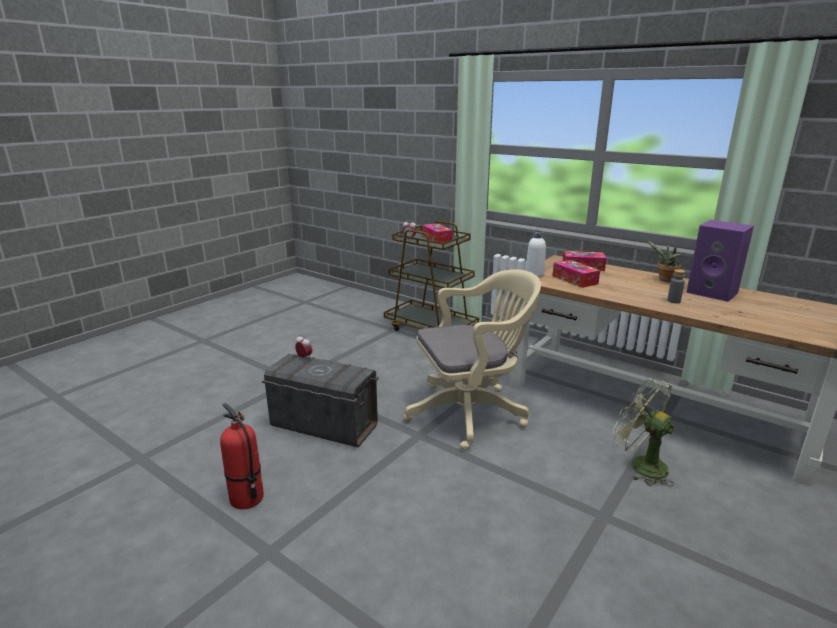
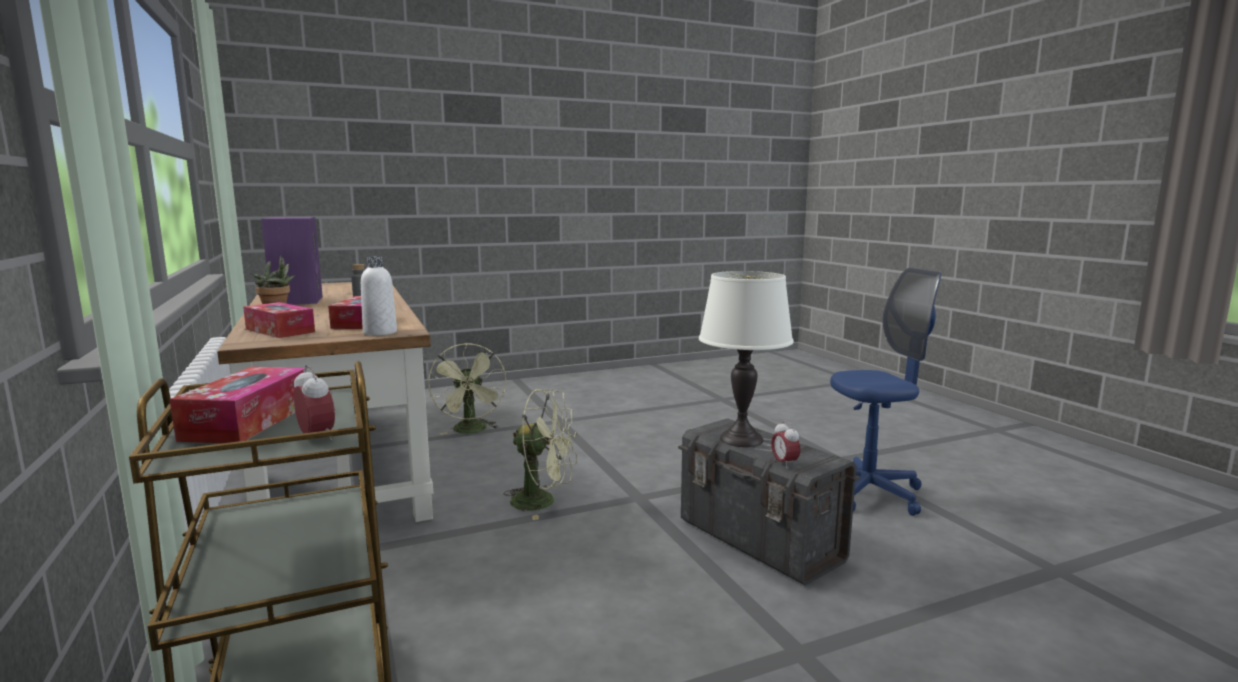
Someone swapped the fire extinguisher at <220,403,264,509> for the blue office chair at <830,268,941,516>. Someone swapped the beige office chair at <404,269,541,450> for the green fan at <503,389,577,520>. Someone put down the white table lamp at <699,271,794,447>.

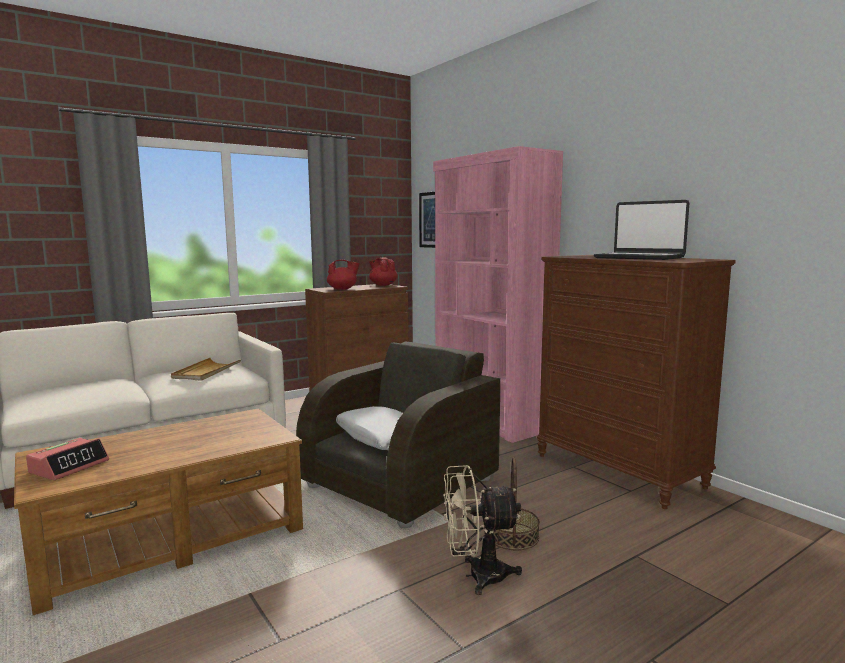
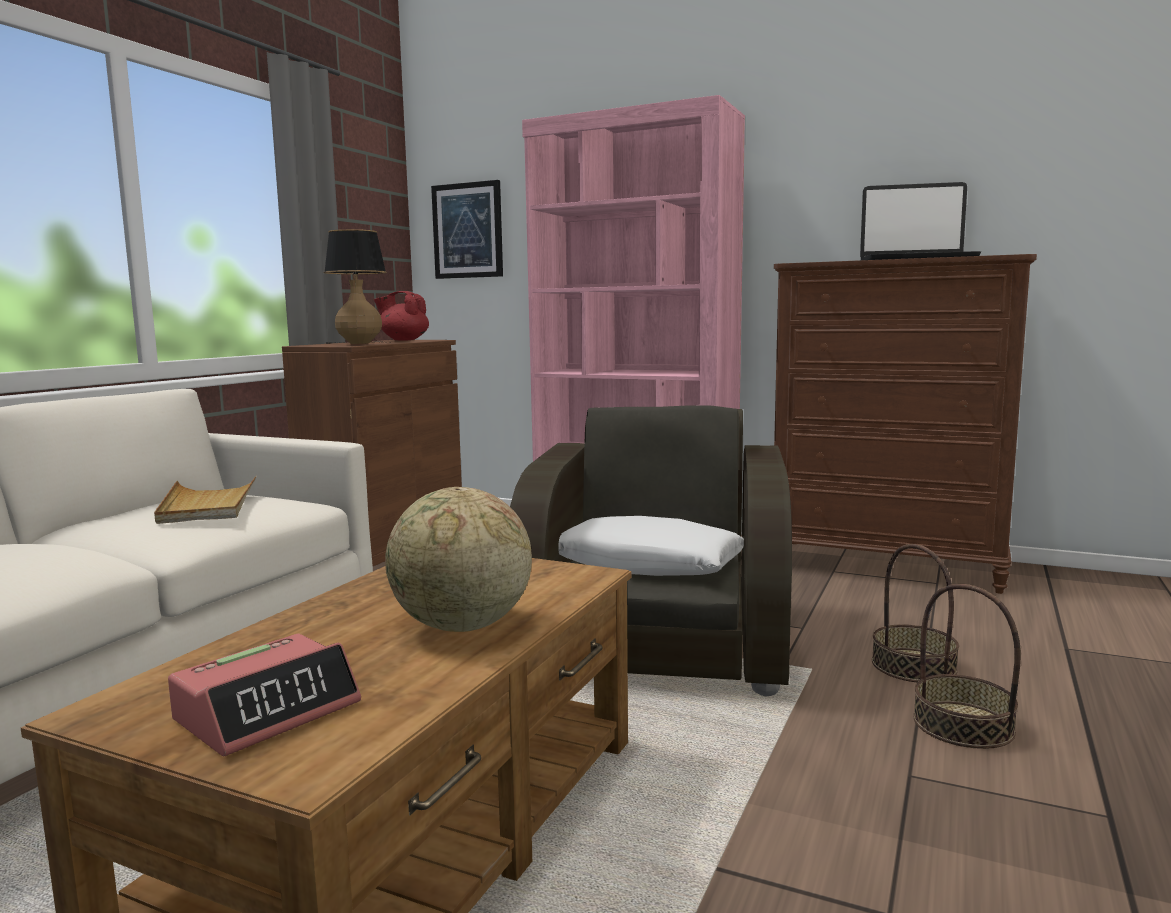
Someone rotated the alarm clock at <26,438,109,480> by 45 degrees clockwise. Someone swapped the red teapot at <327,260,360,290> for the table lamp at <324,229,391,344>. Someone swapped the beige fan at <443,465,522,595> for the basket at <913,584,1021,749>. Someone put down the globe at <385,487,532,632>.

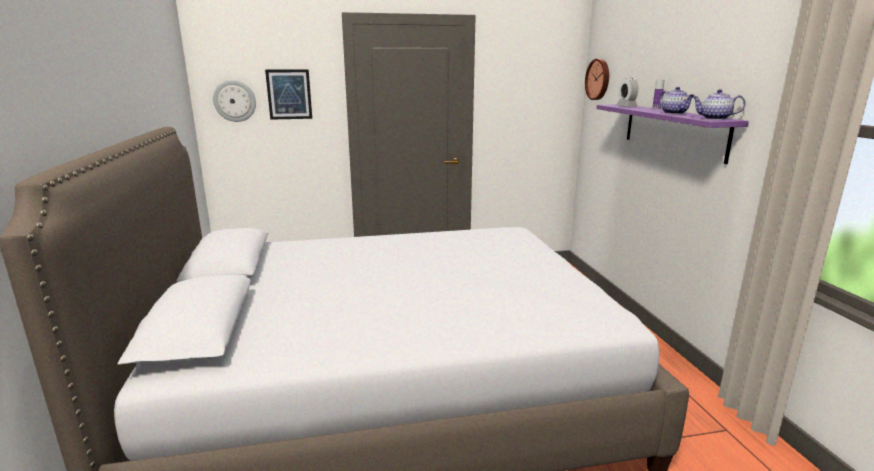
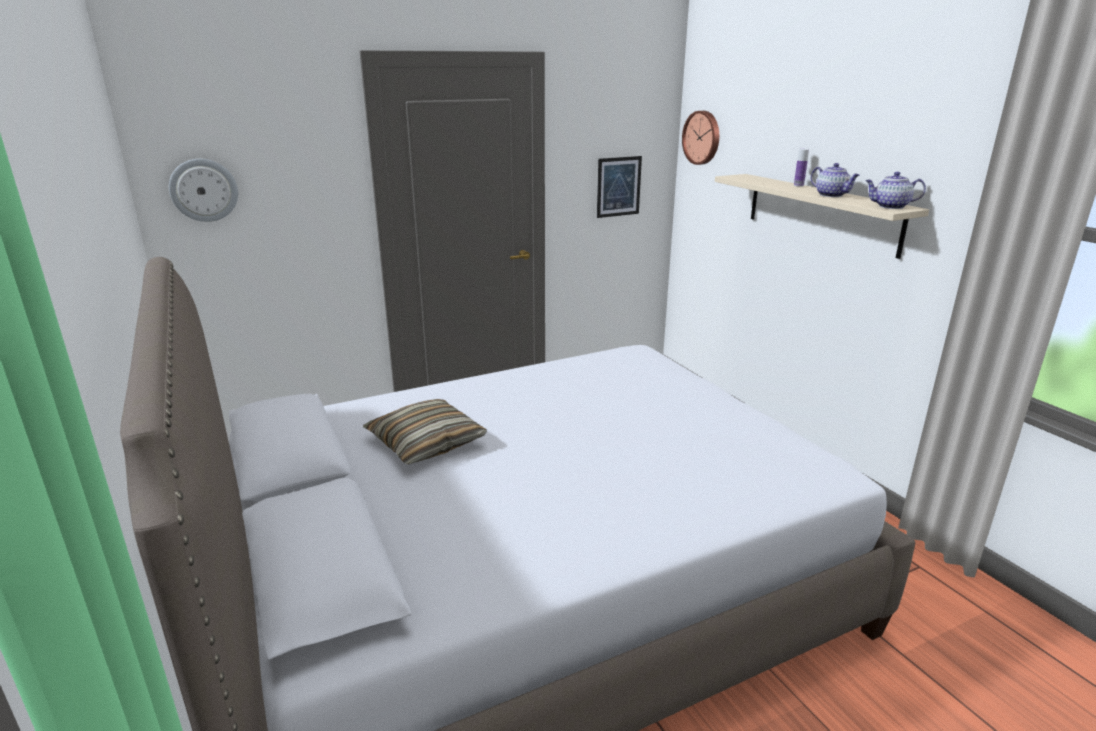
Someone carried the picture from <265,69,312,120> to <597,156,642,218>. Someone repainted the purple shelf at <596,104,749,164>, which became the beige shelf at <715,174,929,259>. Someone took away the alarm clock at <616,77,638,107>. Someone put down the pillow at <363,399,487,464>.

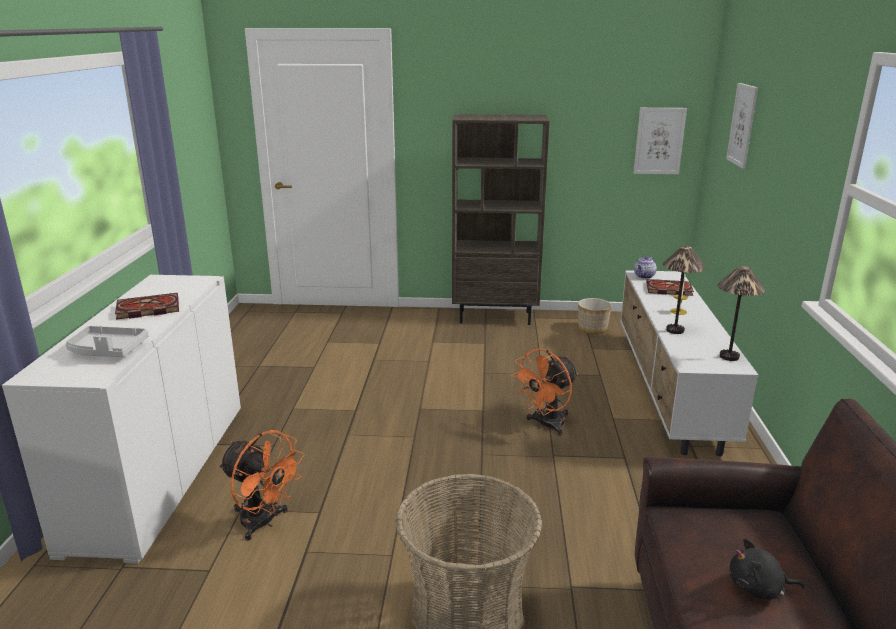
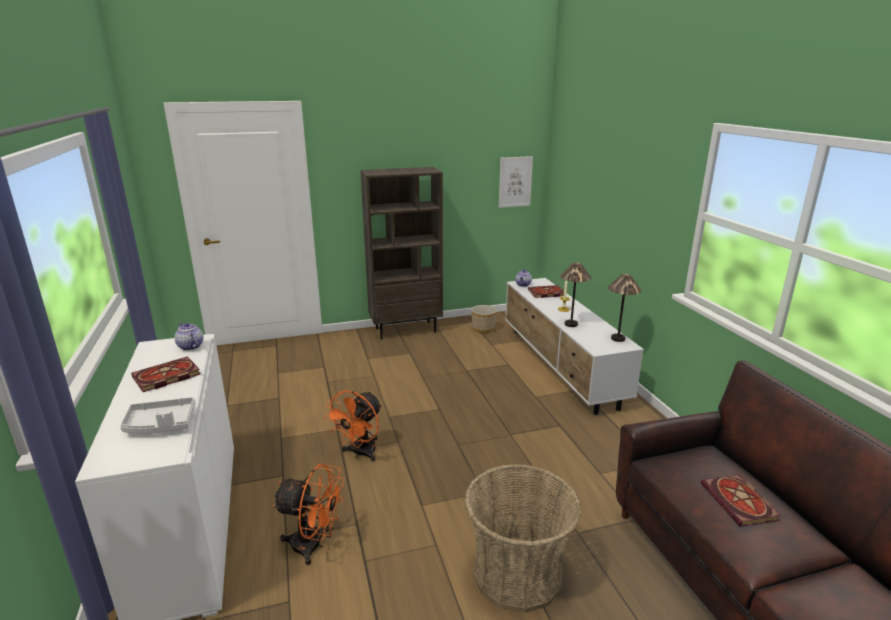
Someone carried the orange fan from <511,349,578,436> to <324,390,382,461>. Someone took away the picture at <726,83,758,169>. Someone swapped the black plush toy at <729,538,804,600> for the book at <701,475,781,527>. Someone put down the teapot at <175,323,203,351>.

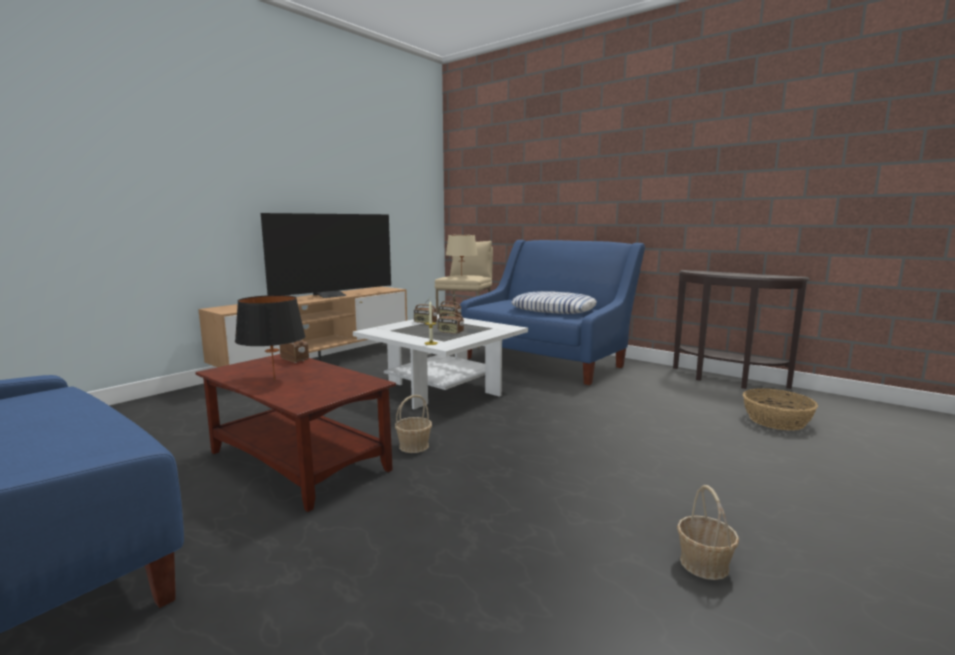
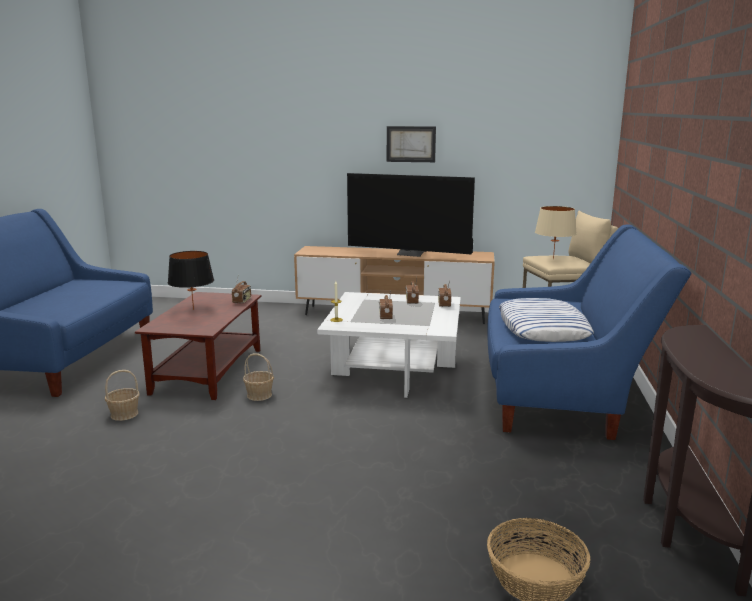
Someone carried the basket from <677,485,739,580> to <105,370,139,421>. Someone put up the picture at <387,126,436,162>.

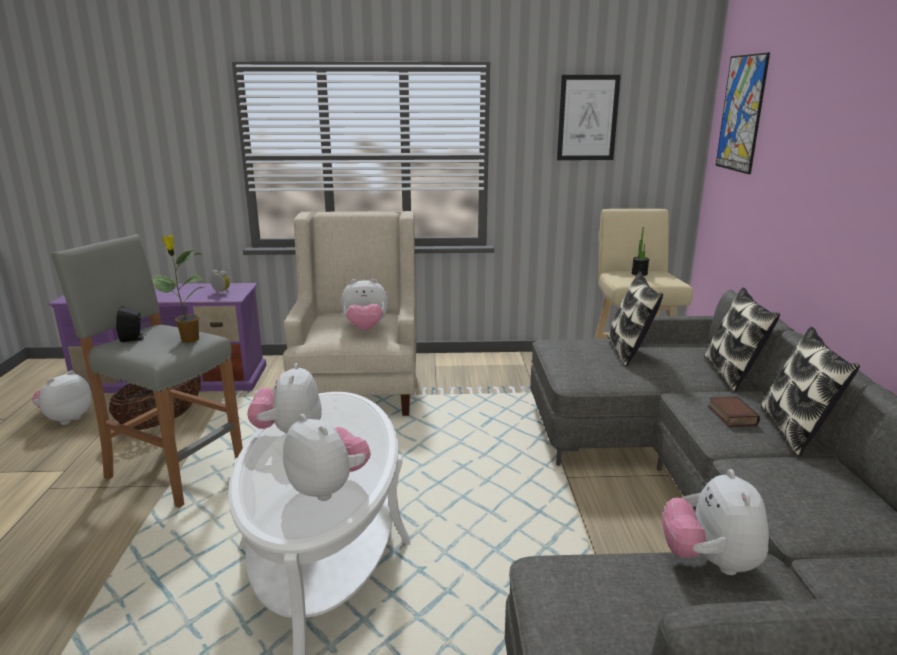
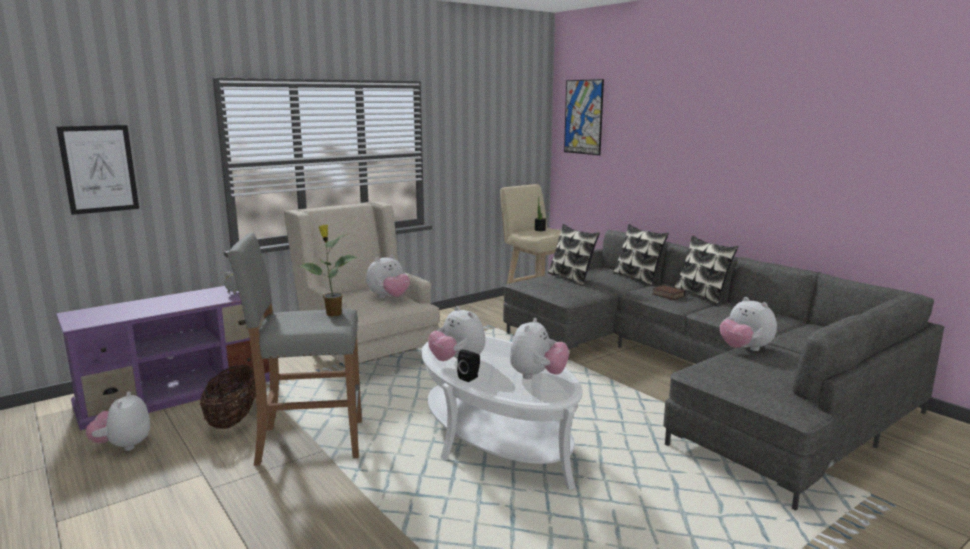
Someone carried the black speaker from <116,306,146,342> to <457,350,480,382>. Someone rotated the plush toy at <283,414,371,501> by 105 degrees clockwise. Someone carried the picture from <557,75,621,160> to <56,125,139,215>.

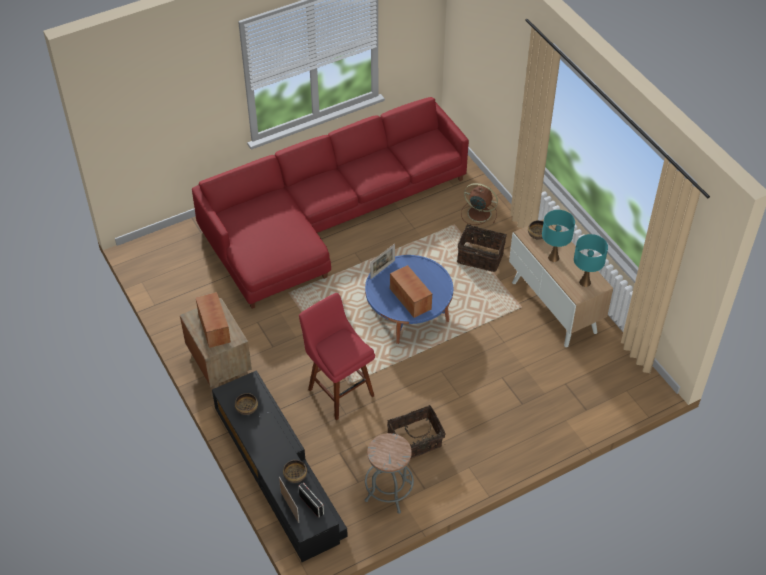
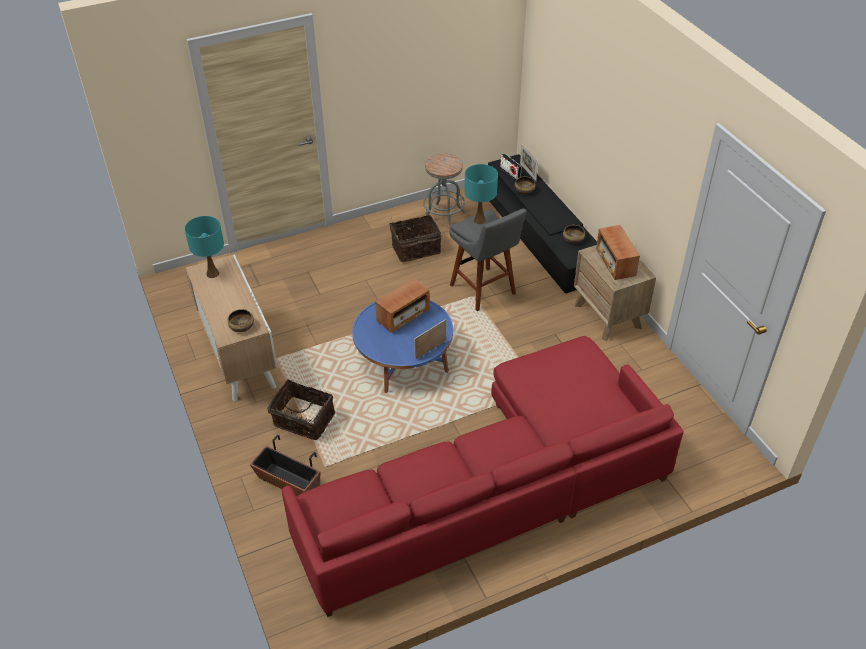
Someone repainted the red stool at <299,293,375,420>, which became the grey stool at <449,209,527,311>. Someone rotated the radio at <390,265,432,318> by 105 degrees counterclockwise. Someone swapped the brown fan at <461,183,498,225> for the planter at <250,435,321,497>. Someone carried the turquoise table lamp from <542,210,575,262> to <464,164,498,224>.

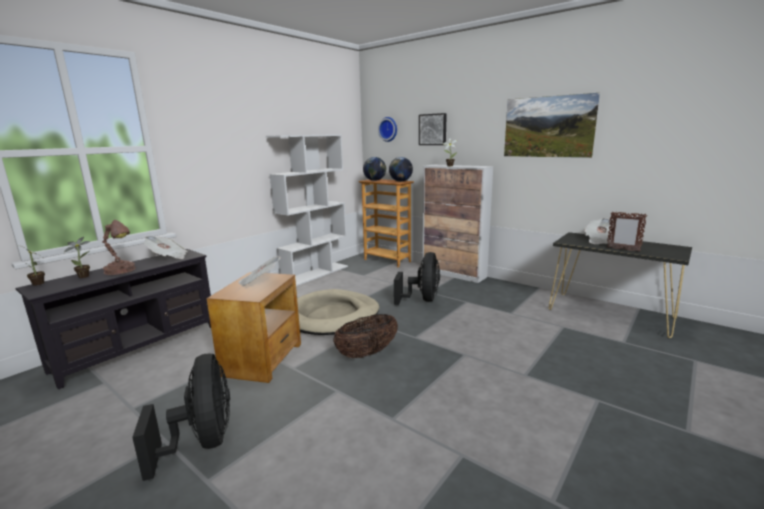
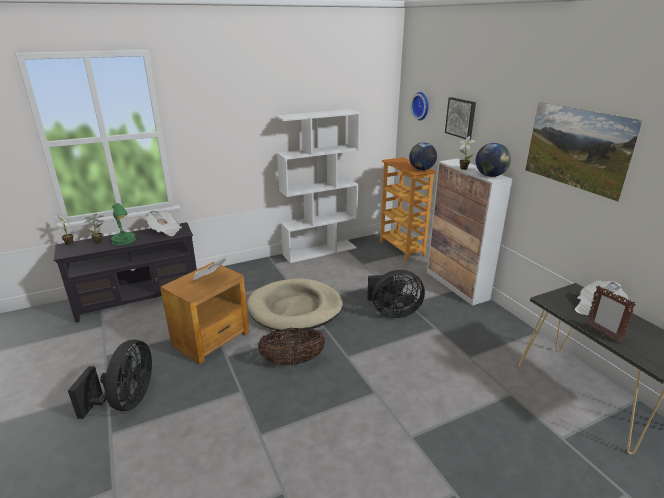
Someone repainted the brown table lamp at <102,220,136,275>, which became the green table lamp at <111,203,136,245>. Someone carried the globe from <363,157,386,181> to <476,143,511,177>. Someone rotated the black fan at <394,252,440,305> by 45 degrees clockwise.

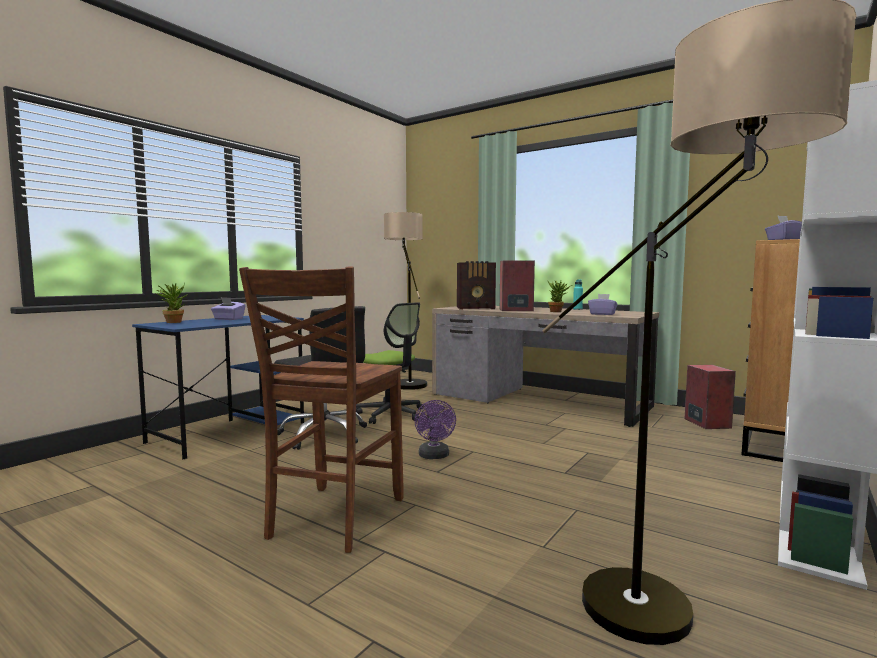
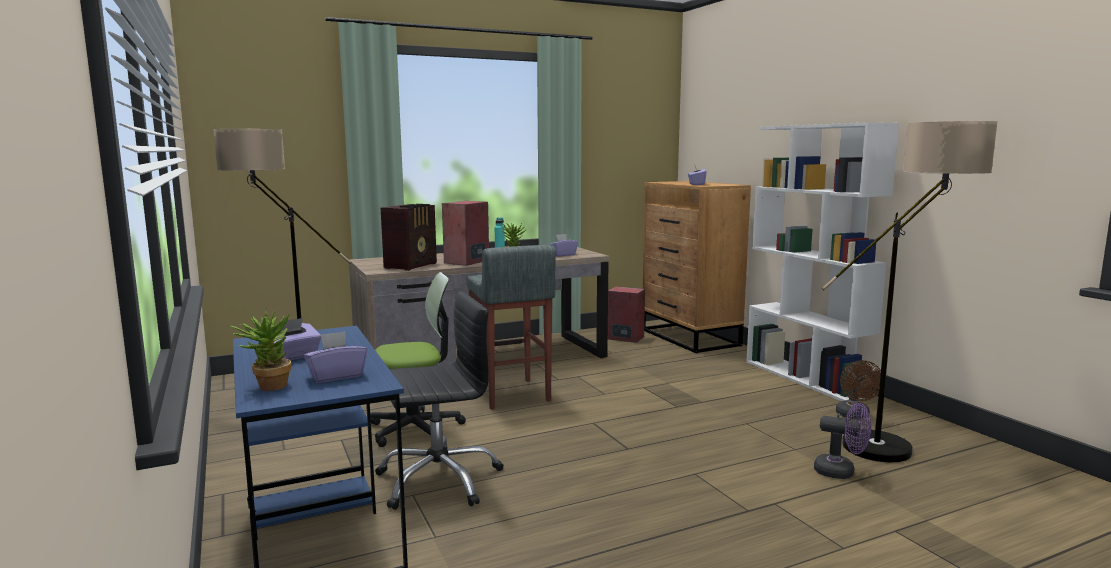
Someone took away the brown chair at <239,266,404,553>. Someone carried the purple fan from <415,400,456,459> to <814,403,871,479>. Someone put down the purple tissue box at <304,331,367,383>. Someone put down the grey stool at <467,245,556,410>. Someone put down the brown fan at <836,360,881,419>.

